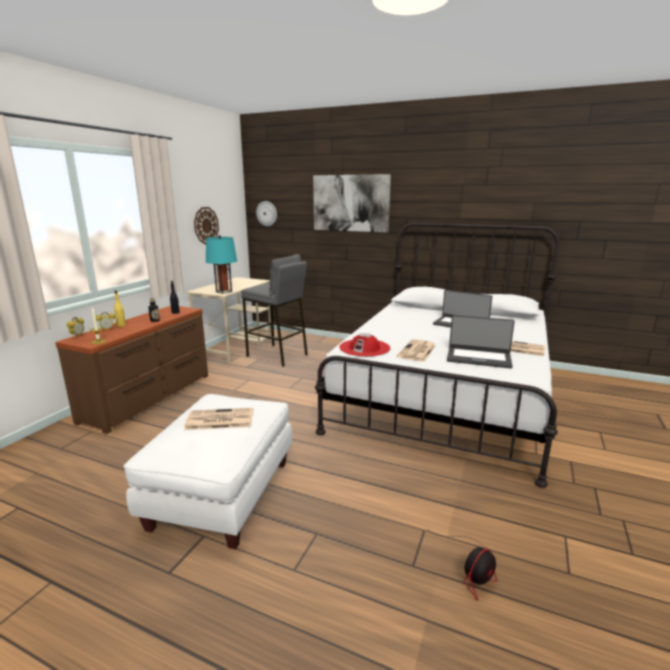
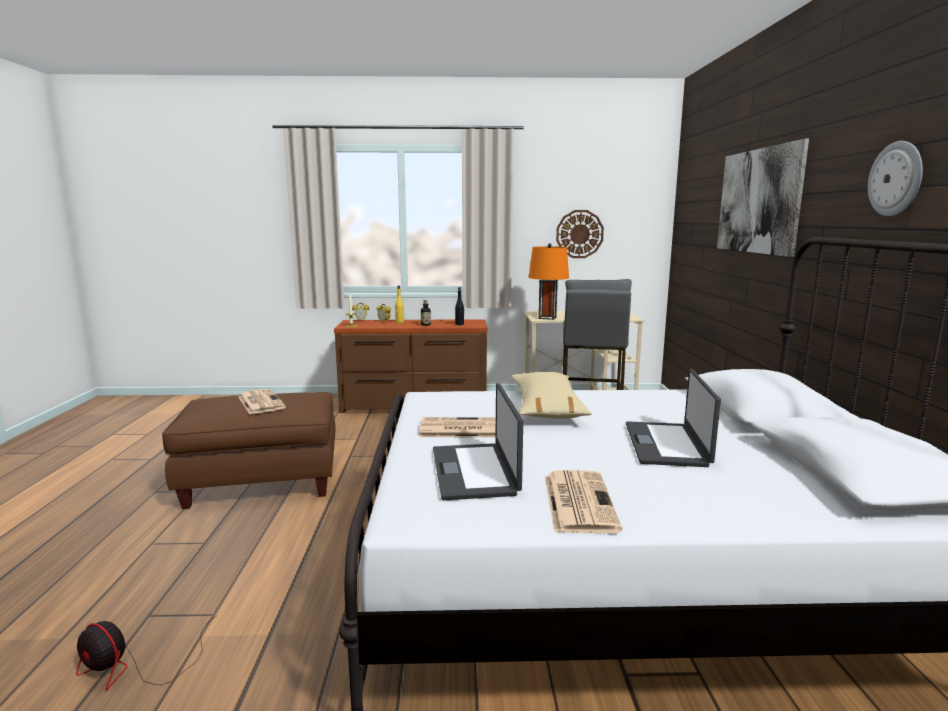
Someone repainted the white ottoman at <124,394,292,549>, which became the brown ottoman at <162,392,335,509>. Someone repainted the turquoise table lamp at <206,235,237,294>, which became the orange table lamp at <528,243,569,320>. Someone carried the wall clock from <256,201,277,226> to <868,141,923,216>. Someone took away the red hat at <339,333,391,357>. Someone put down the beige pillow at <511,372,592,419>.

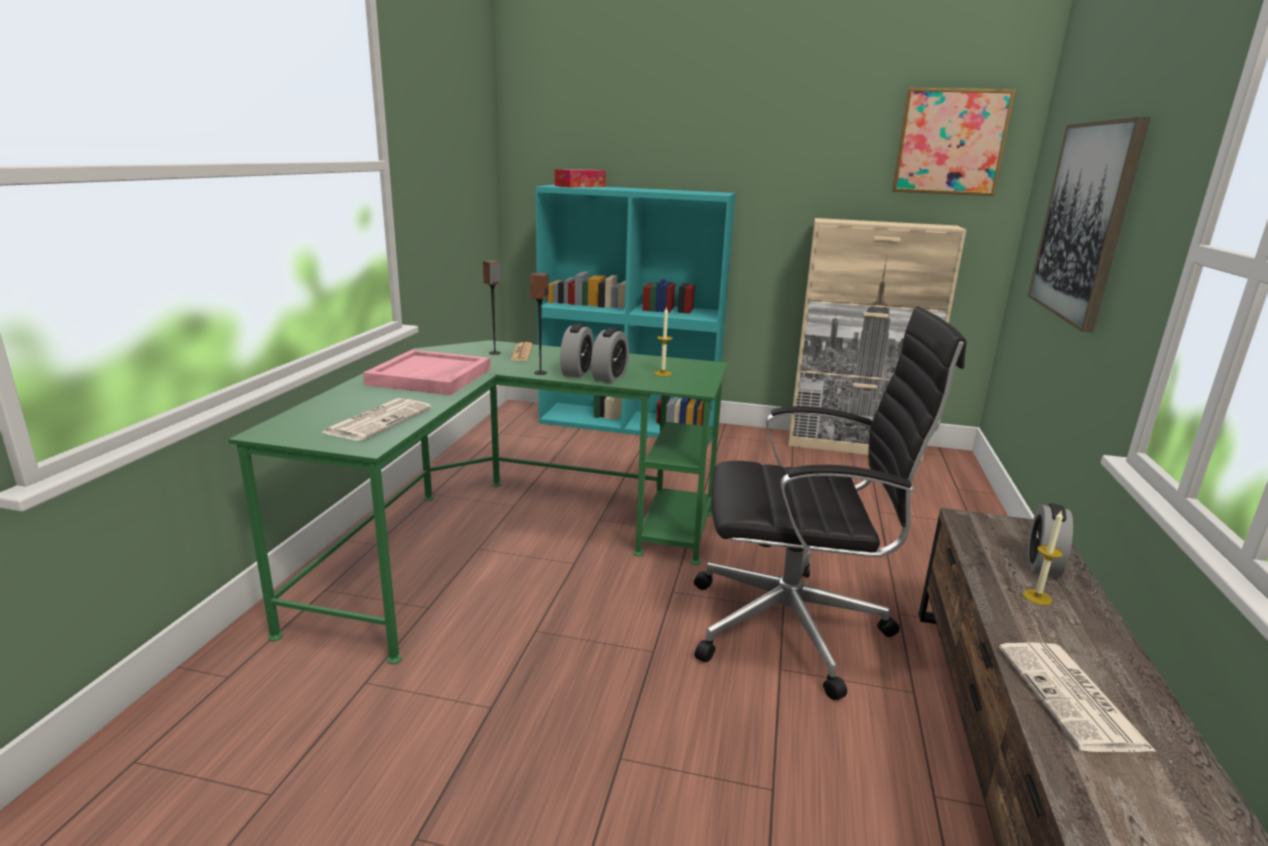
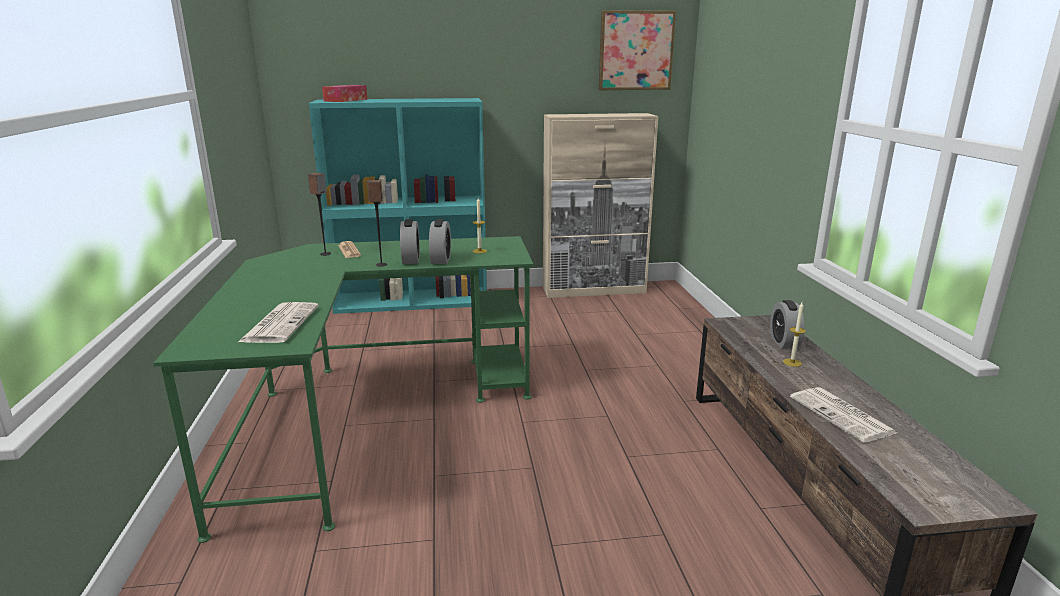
Someone took away the pink tray at <363,350,491,395>. Someone took away the black office chair at <694,307,967,700>. Someone took away the picture at <1028,117,1150,333>.

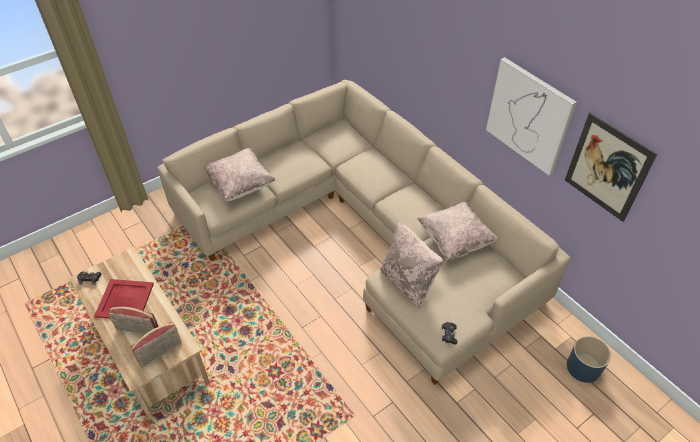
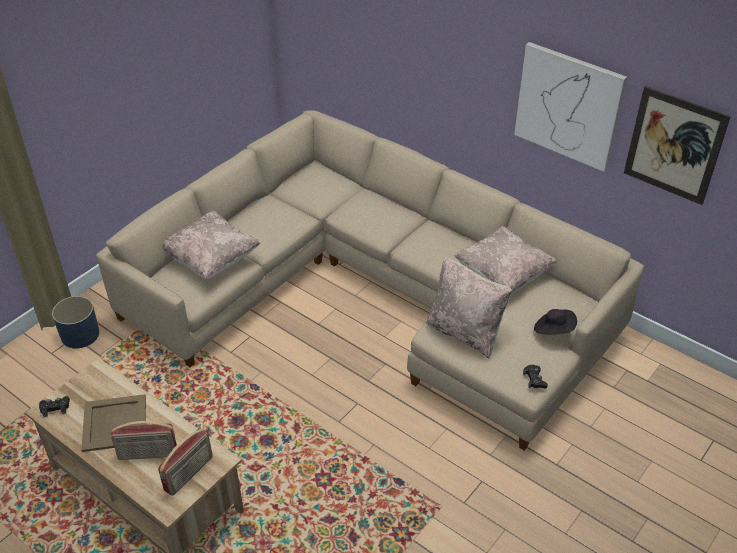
Someone repainted the red tray at <94,279,154,319>, which became the beige tray at <81,394,146,452>. Someone carried the blue planter from <567,336,611,383> to <52,296,99,348>. Someone put down the black hat at <534,309,577,335>.

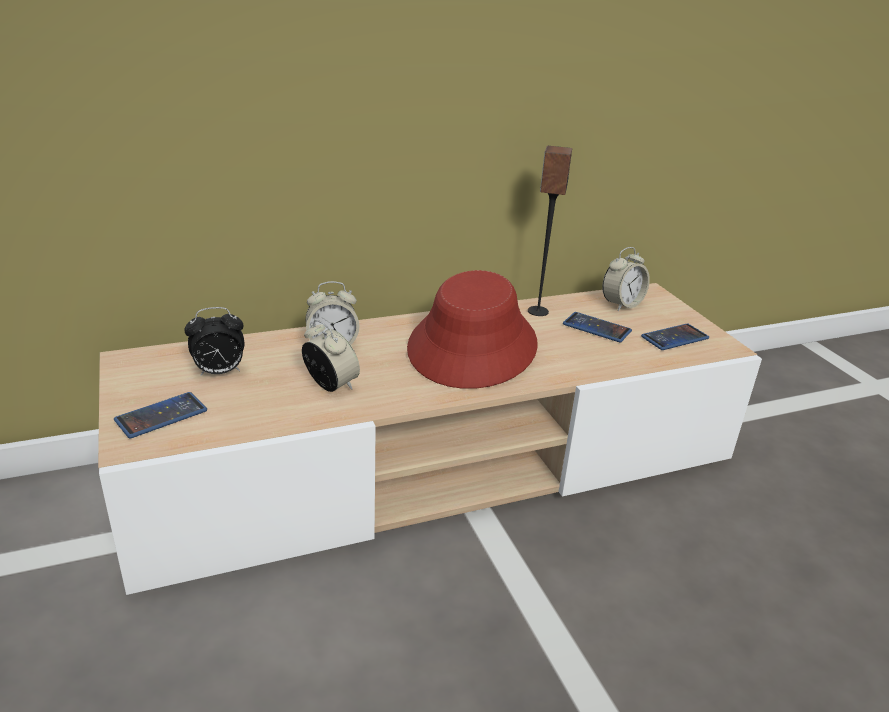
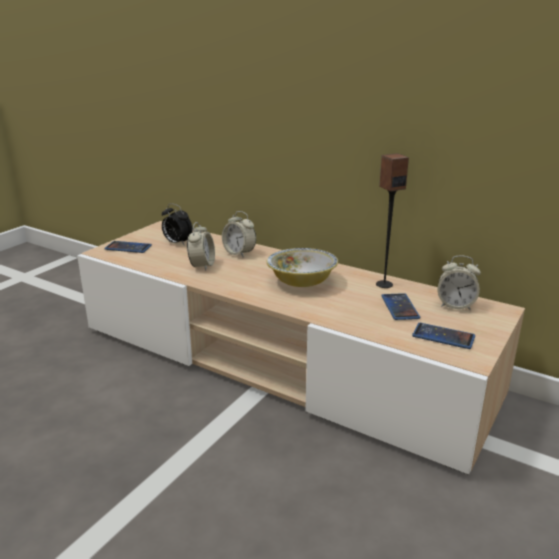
Someone swapped the red hat at <407,270,538,389> for the bowl at <267,248,338,287>.

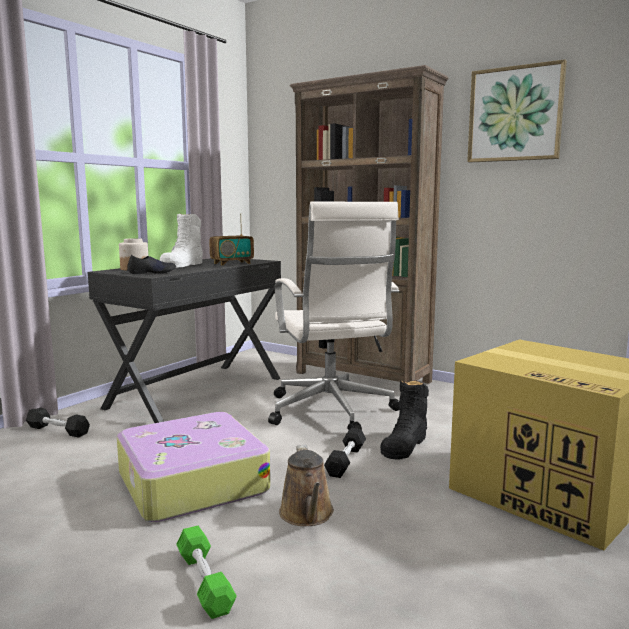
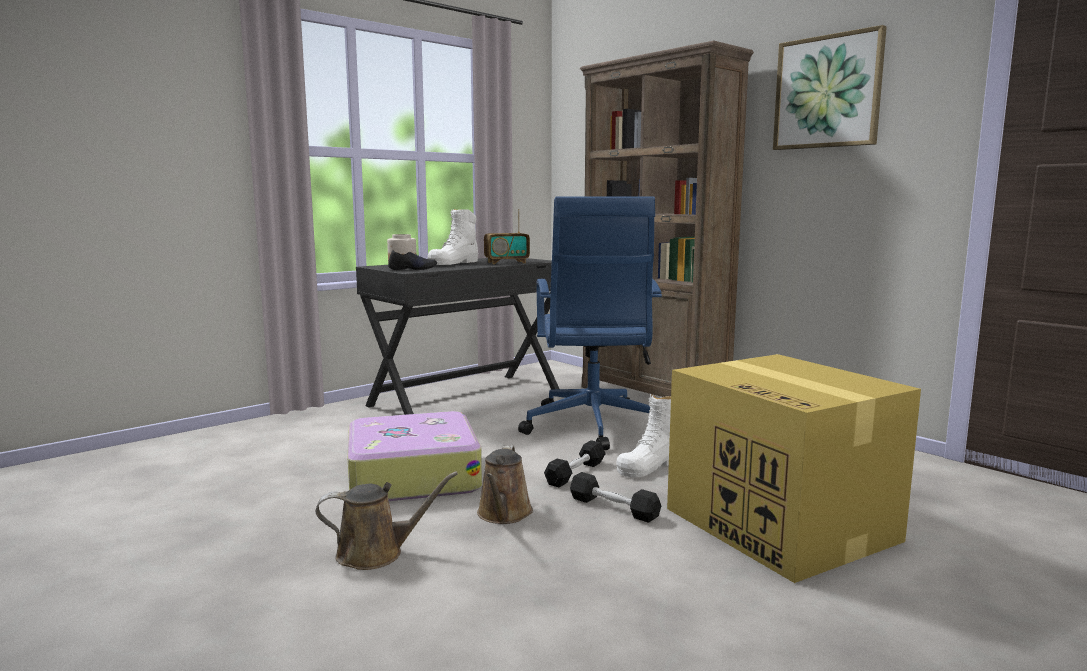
Someone carried the black dumbbell from <26,407,90,438> to <570,472,661,522>. Someone swapped the green dumbbell at <176,526,237,619> for the brown watering can at <316,471,458,570>. Someone repainted the white office chair at <268,202,399,431>, which became the blue office chair at <518,196,662,450>. Someone repainted the black boot at <380,380,429,460>, which became the white boot at <616,394,671,478>.

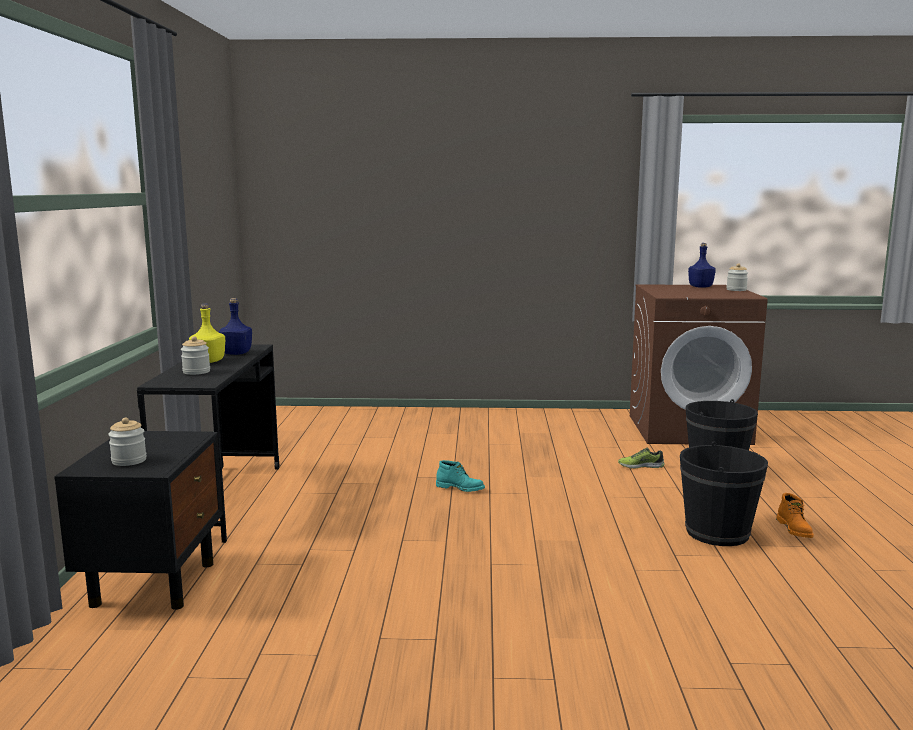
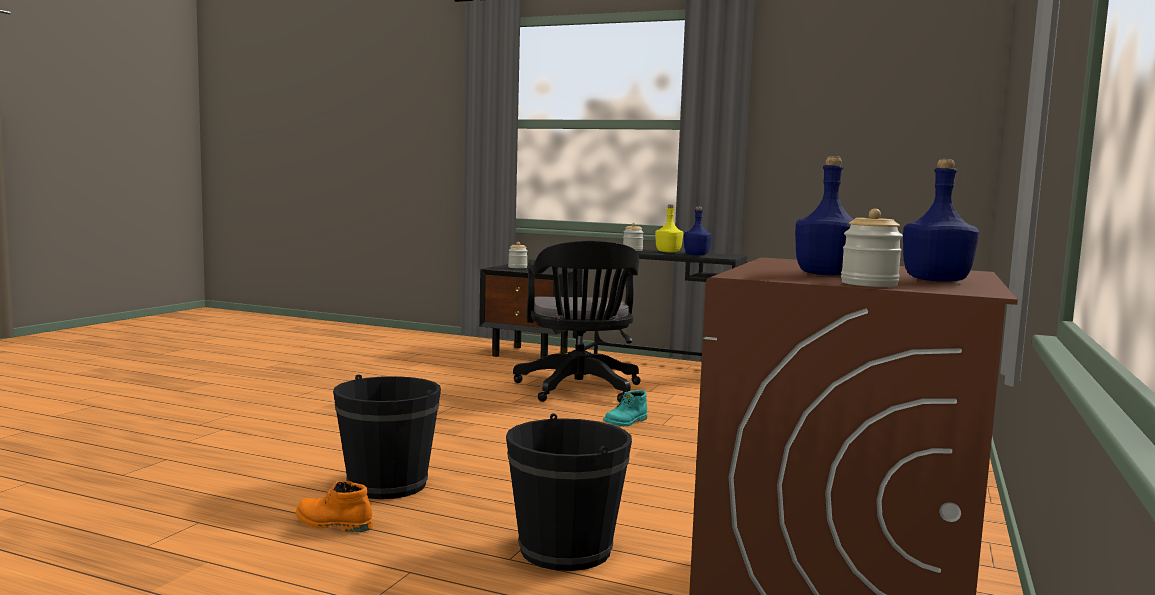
Someone took away the shoe at <618,448,665,469>. Someone put down the black office chair at <513,241,641,402>. Someone put down the blue bottle at <795,156,854,275>.

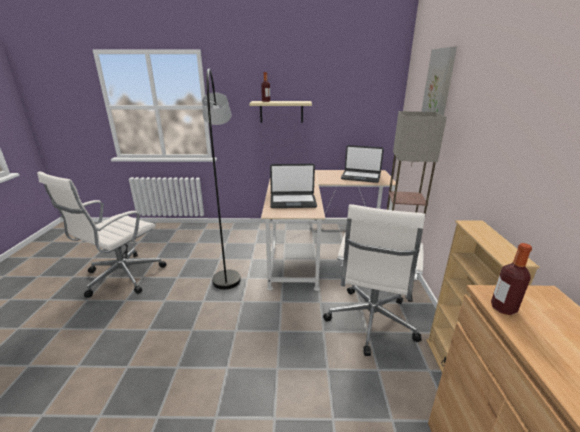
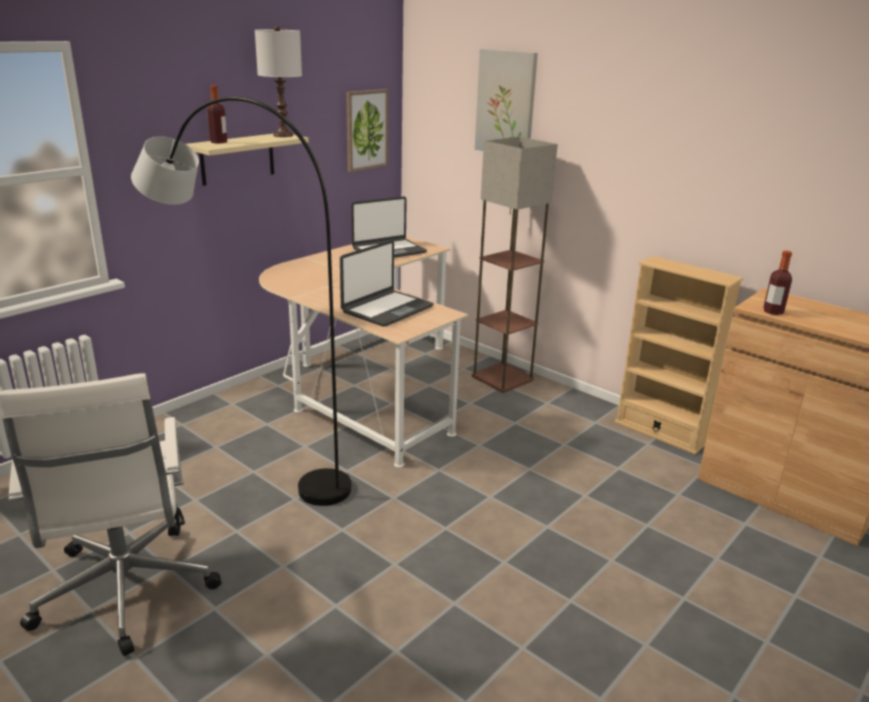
Someone took away the white office chair at <323,204,425,356>. Someone put down the white table lamp at <255,26,302,137>. Someone put up the picture at <346,89,388,172>.

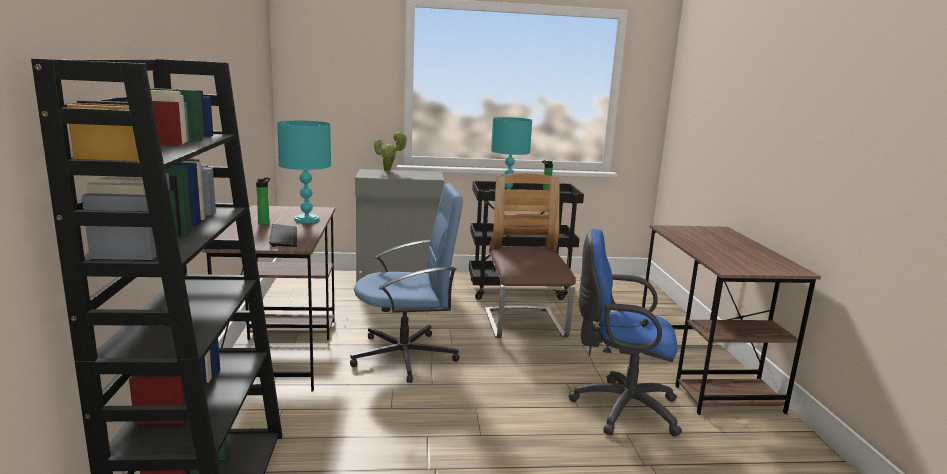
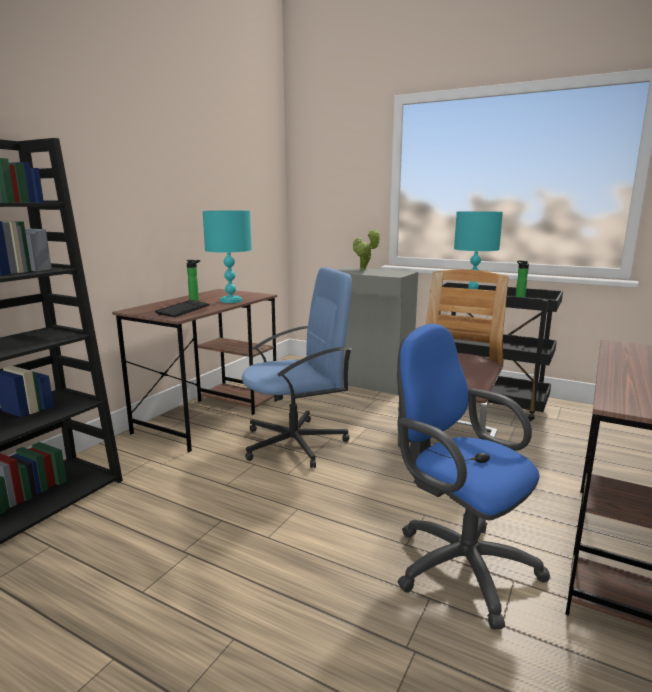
Someone rotated the blue office chair at <350,183,463,383> by 45 degrees counterclockwise.

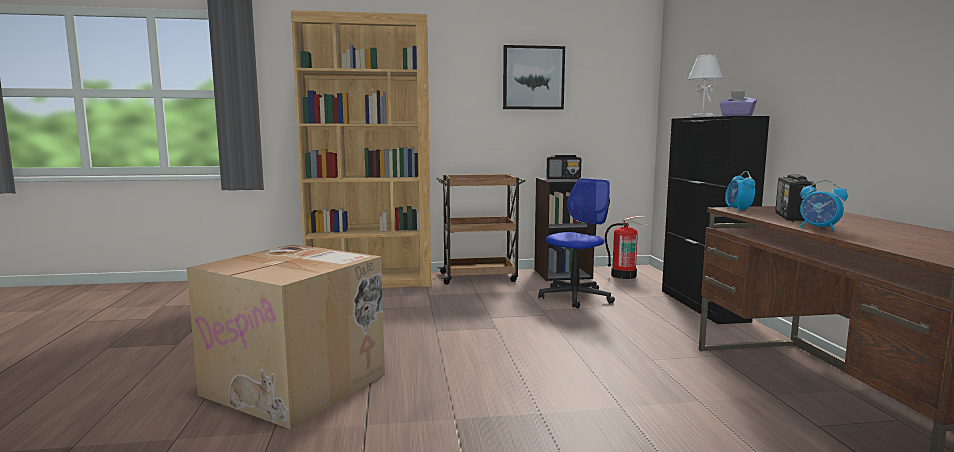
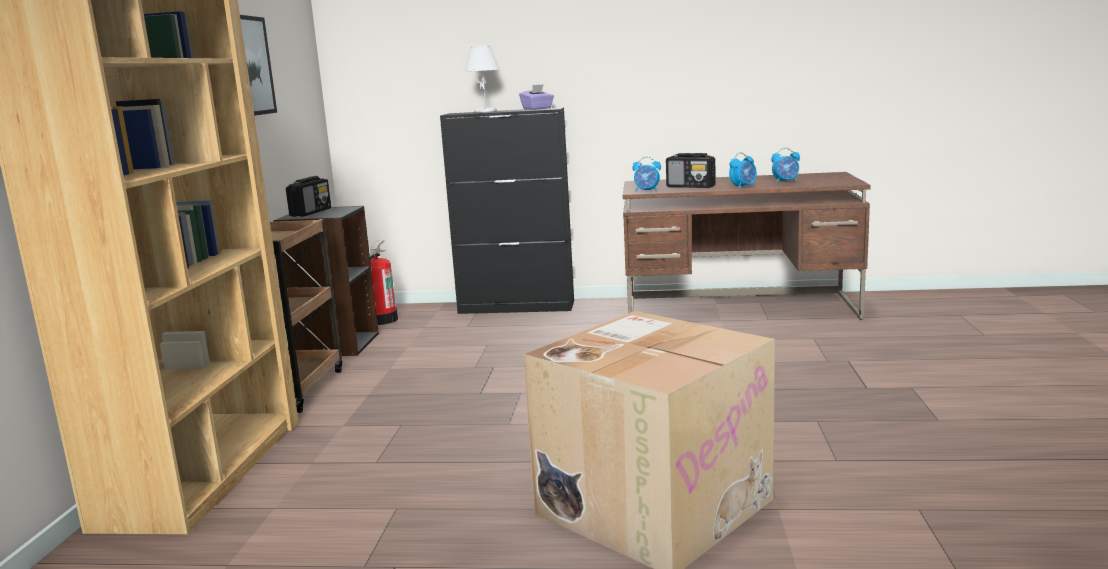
Someone took away the office chair at <538,178,615,308>. Someone put down the alarm clock at <771,148,800,183>.

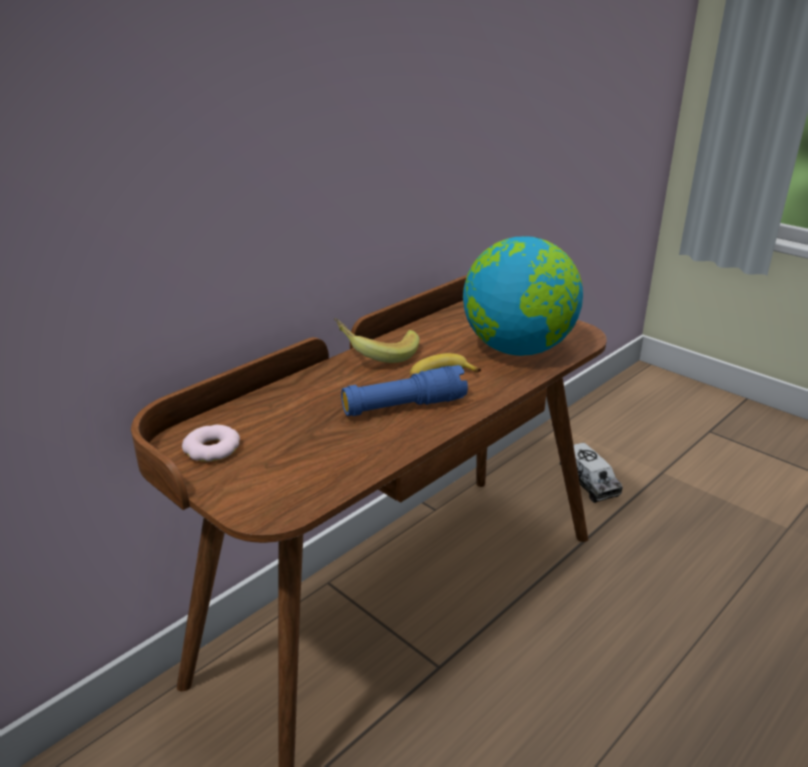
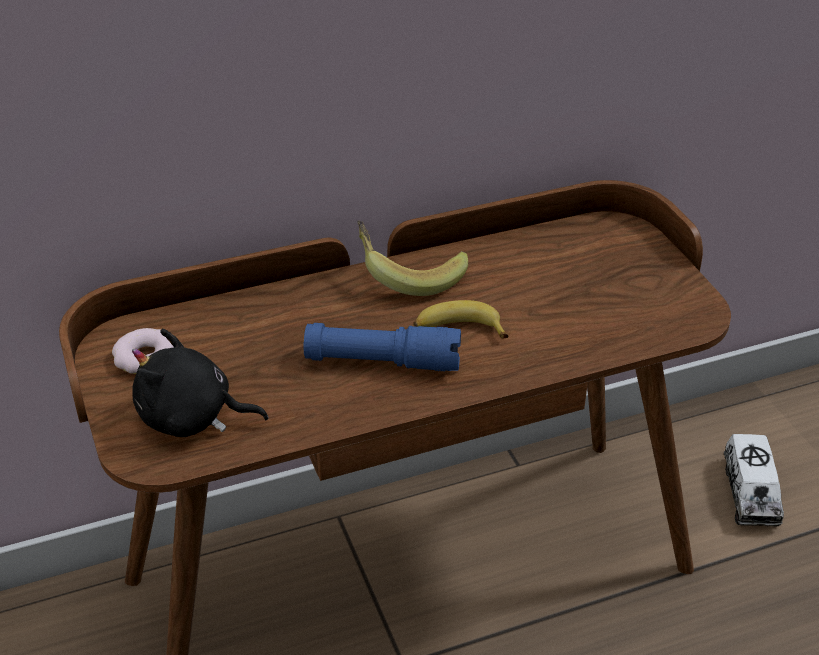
Someone took away the globe at <463,236,583,356>. Someone put down the black plush toy at <132,329,269,437>.

